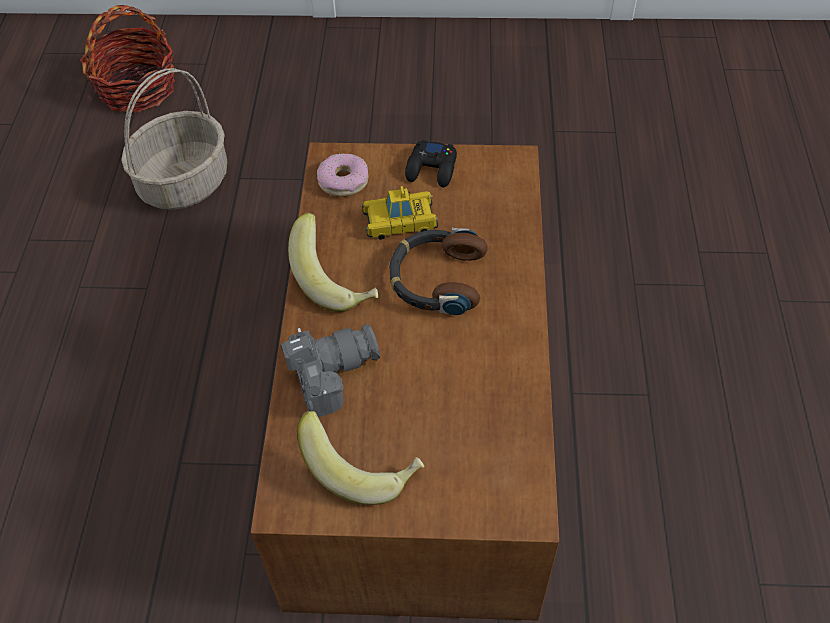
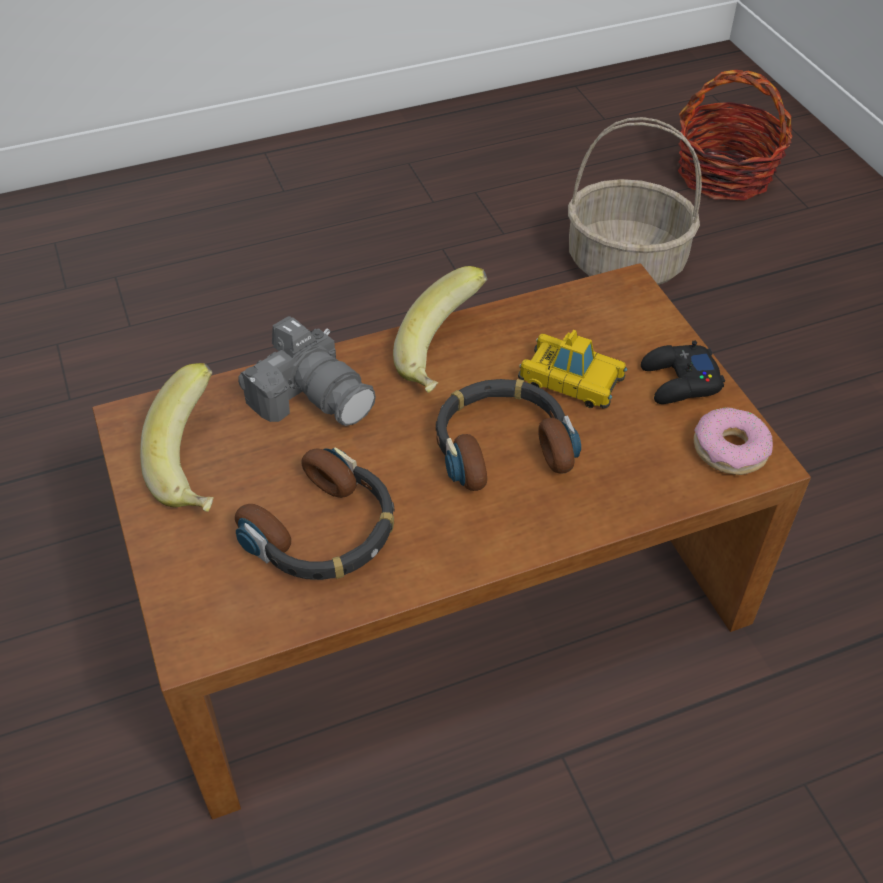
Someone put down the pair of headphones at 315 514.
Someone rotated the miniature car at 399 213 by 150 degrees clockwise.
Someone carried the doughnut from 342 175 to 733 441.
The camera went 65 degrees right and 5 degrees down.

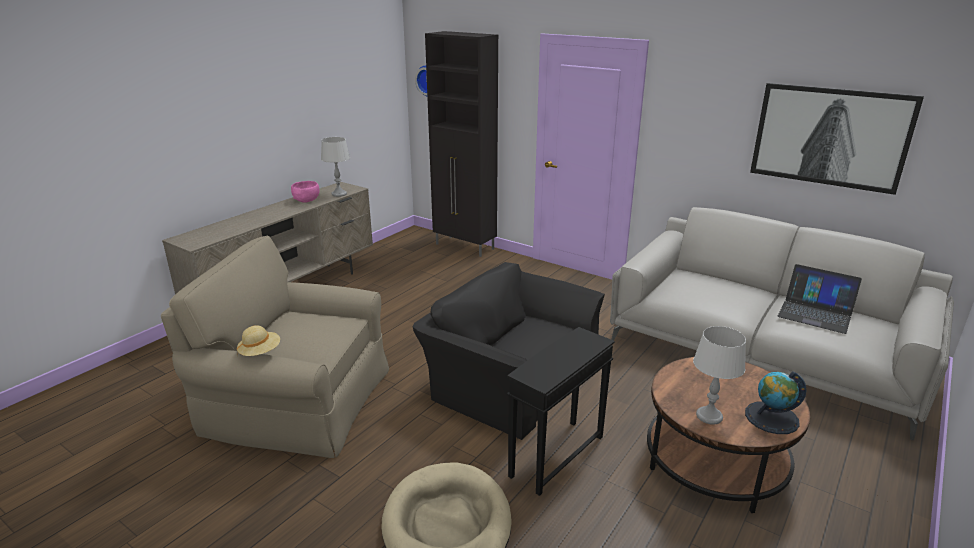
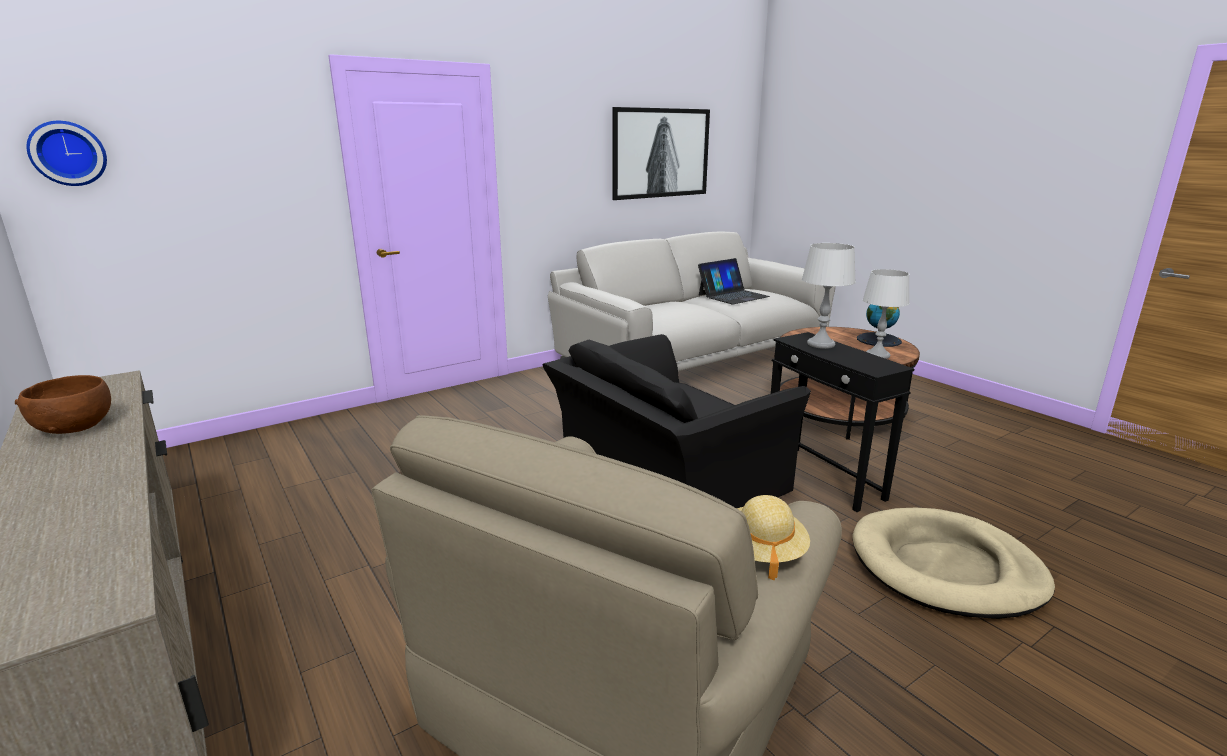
Someone repainted the serving bowl (pinkish) at 305 192, which became the serving bowl (brown) at 63 404.
Someone carried the table lamp (grey) from 335 167 to 829 296.
Someone took away the cabinet (blackish) at 461 144.
The camera went 70 degrees left and 5 degrees down.

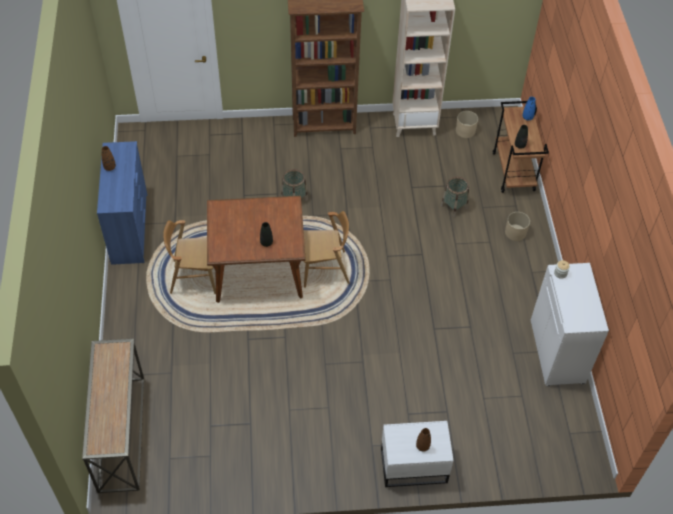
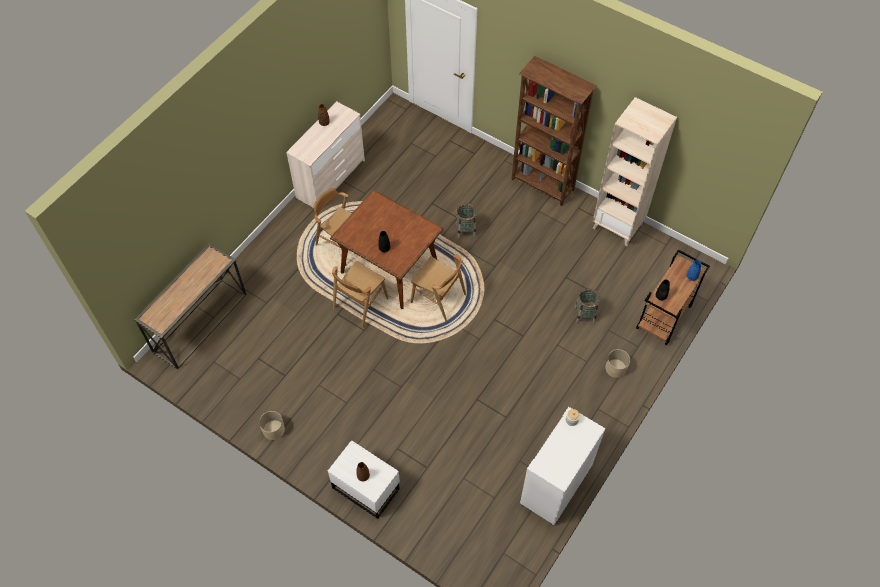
Someone carried the plant pot (beige) from 467 124 to 272 425.
Someone repainted the drawer chest (blue) at 122 203, which became the drawer chest (beige) at 325 154.
Someone put down the upright chair (brown) at 360 294.
The camera went 40 degrees right and 5 degrees up.

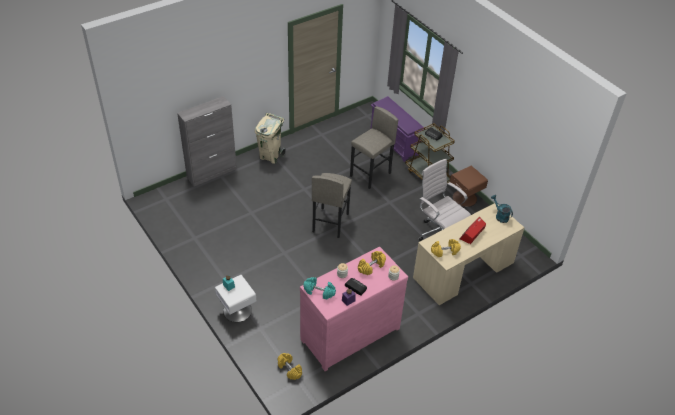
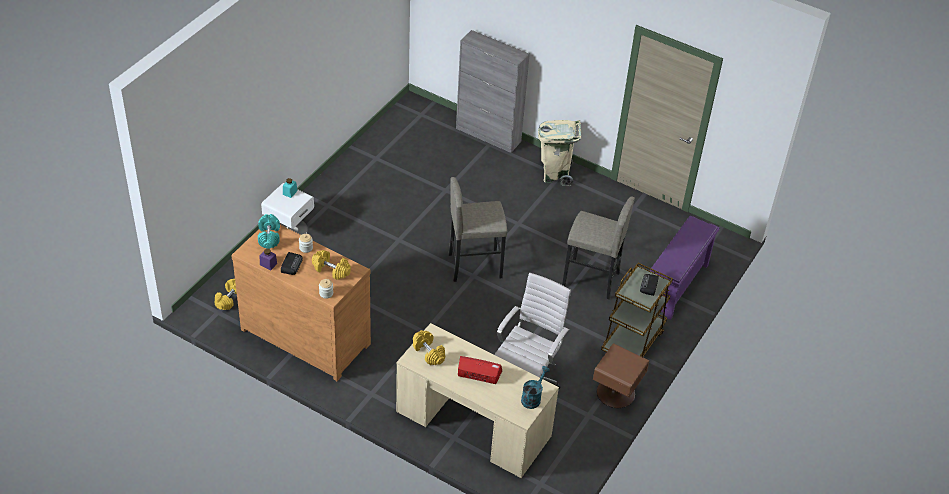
Someone repainted the drawer chest (pinkish) at 354 308, which became the drawer chest (brown) at 301 303.
The camera went 65 degrees right and 0 degrees up.

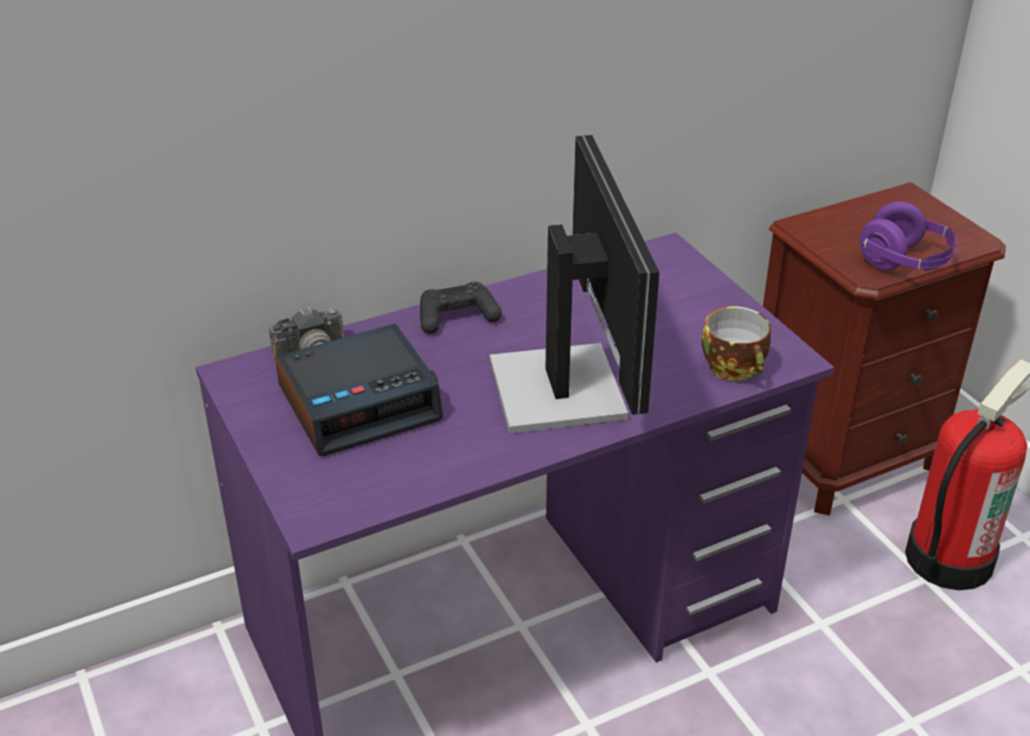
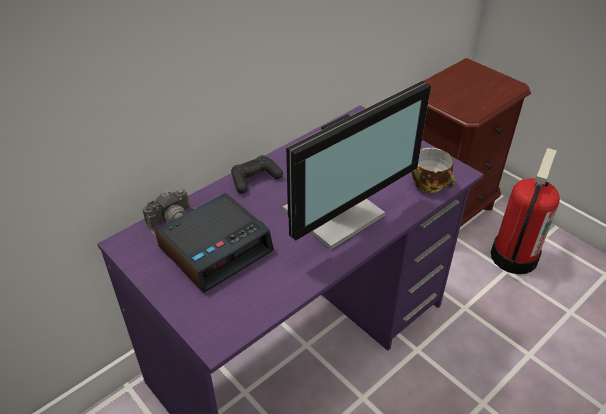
Someone rotated the computer display at 574 284 by 75 degrees clockwise.
Someone took away the pair of headphones (purple) at 909 236.
The camera went 15 degrees left and 5 degrees up.

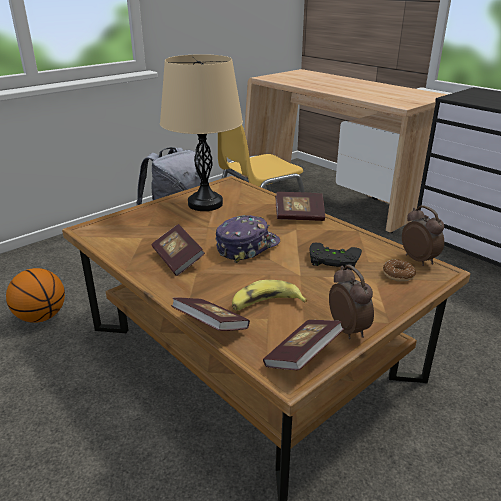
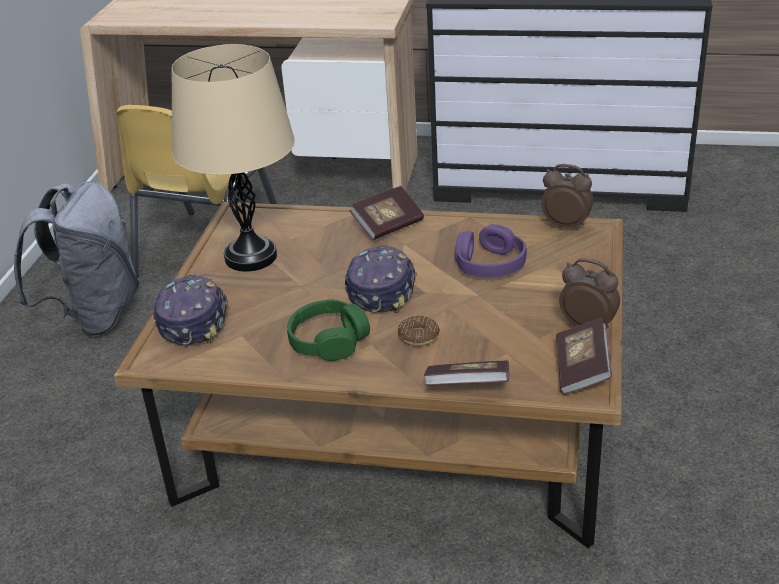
Someone put down the peaked cap at 190 310.
Someone swapped the volume at 178 250 for the pair of headphones (greenish) at 328 330.
Someone carried the doughnut from 399 271 to 419 331.
Someone swapped the game controller (blackish) at 335 257 for the pair of headphones (purple) at 491 251.
Someone took away the basketball ball at 35 295.
Someone took away the banana fruit at 269 295.
The camera went 35 degrees left and 5 degrees up.

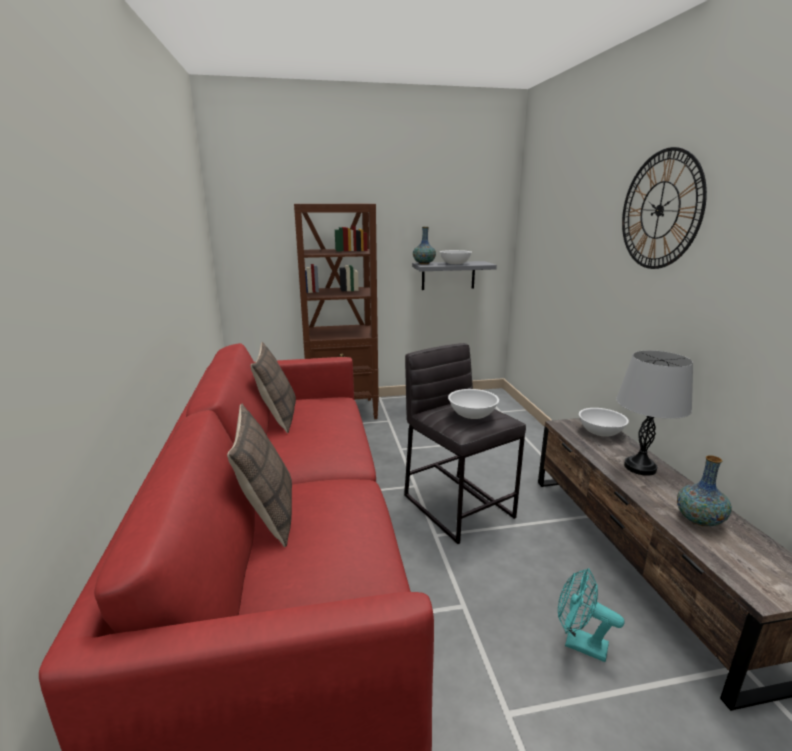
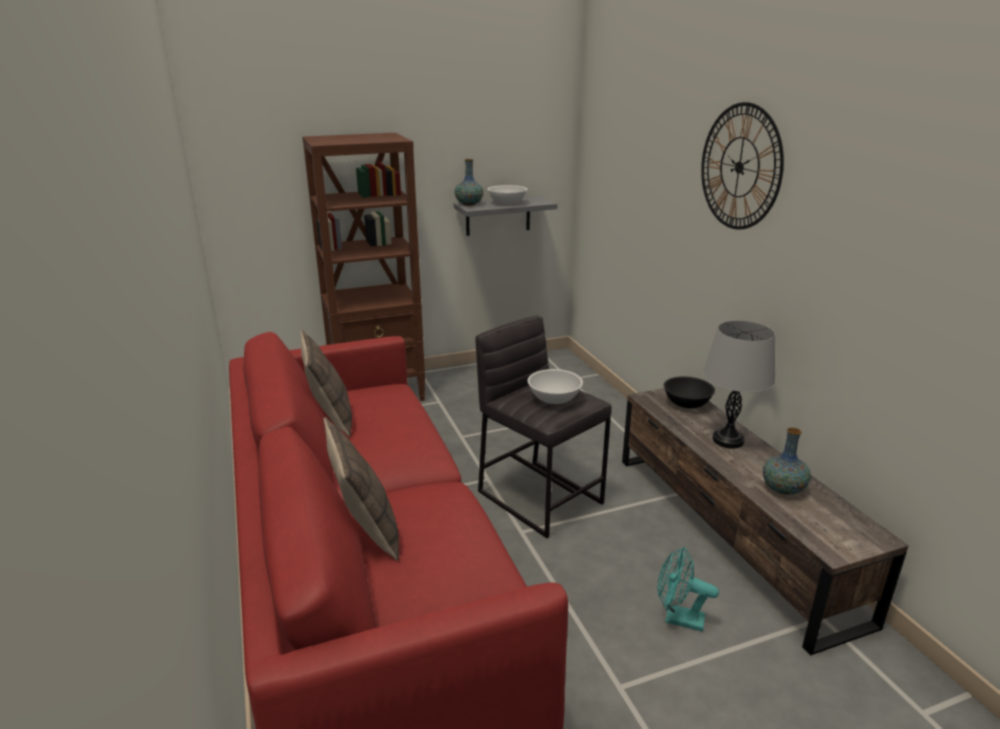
Someone repainted the serving bowl (white) at 604 422, which became the serving bowl (blackish) at 689 392.
The camera went 10 degrees left and 5 degrees up.

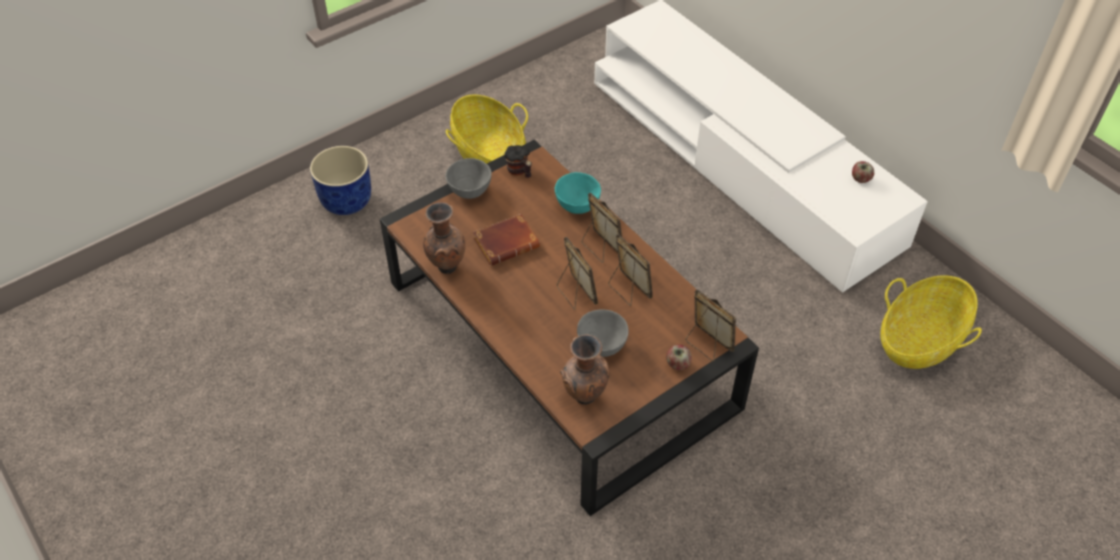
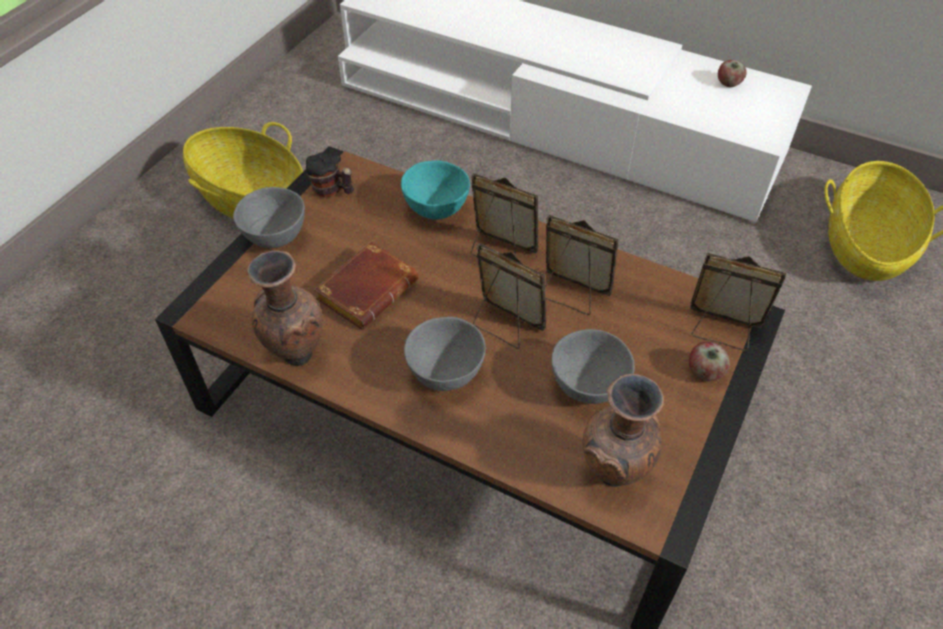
Someone put down the serving bowl (grey) at 445 354.
Someone took away the plant pot (blue) at 340 180.
The camera went 25 degrees left and 0 degrees up.

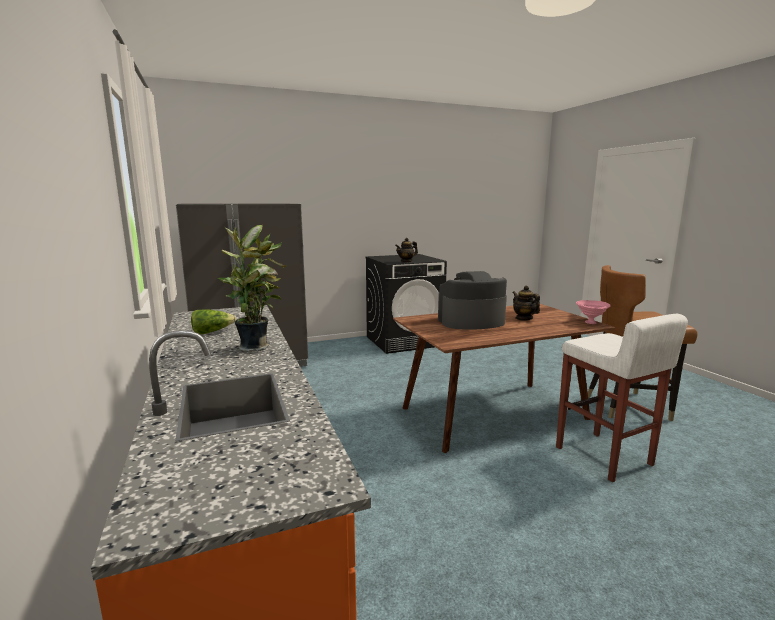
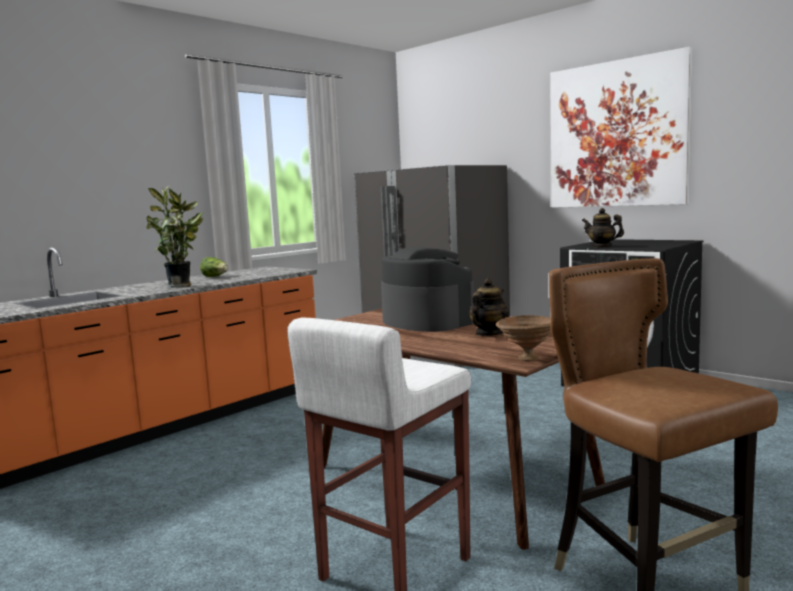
Someone repainted the serving bowl (pinkish) at 593 312, which became the serving bowl (brown) at 523 338.
Someone put up the wall art at 621 127.
The camera went 65 degrees right and 5 degrees down.

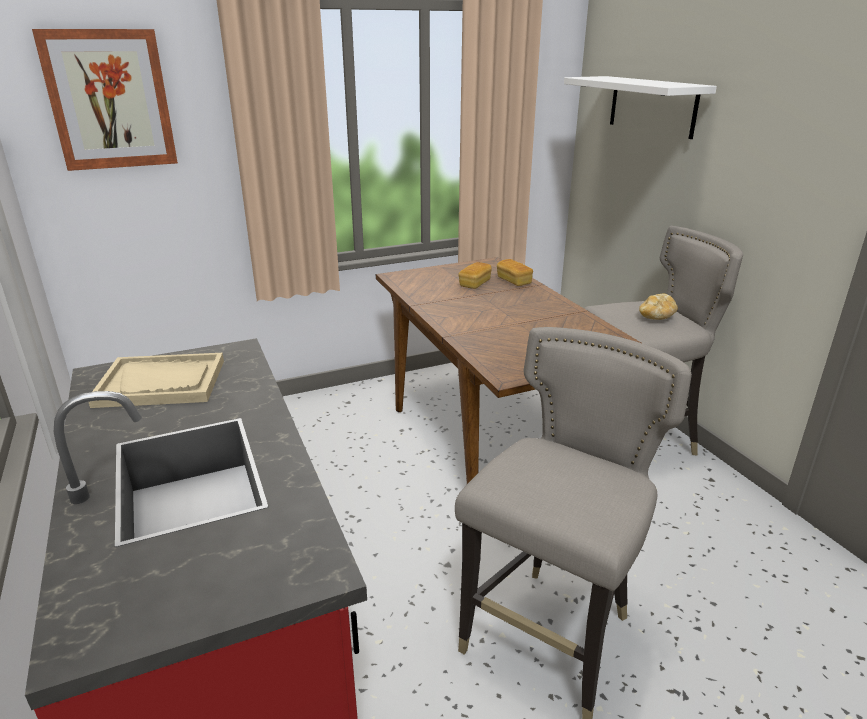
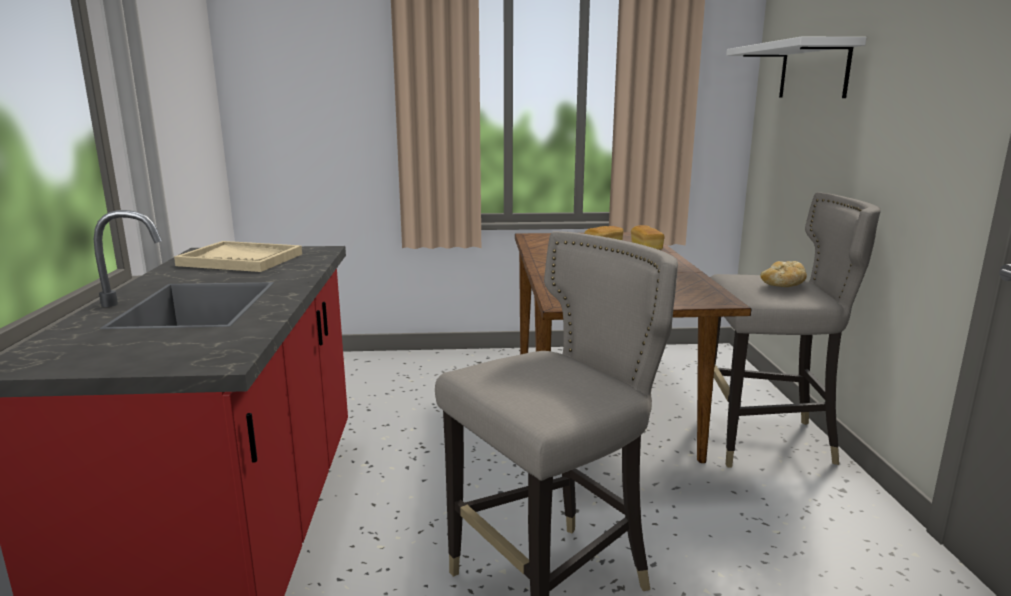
Someone took away the wall art at 105 100.
The camera went 20 degrees right and 10 degrees down.

